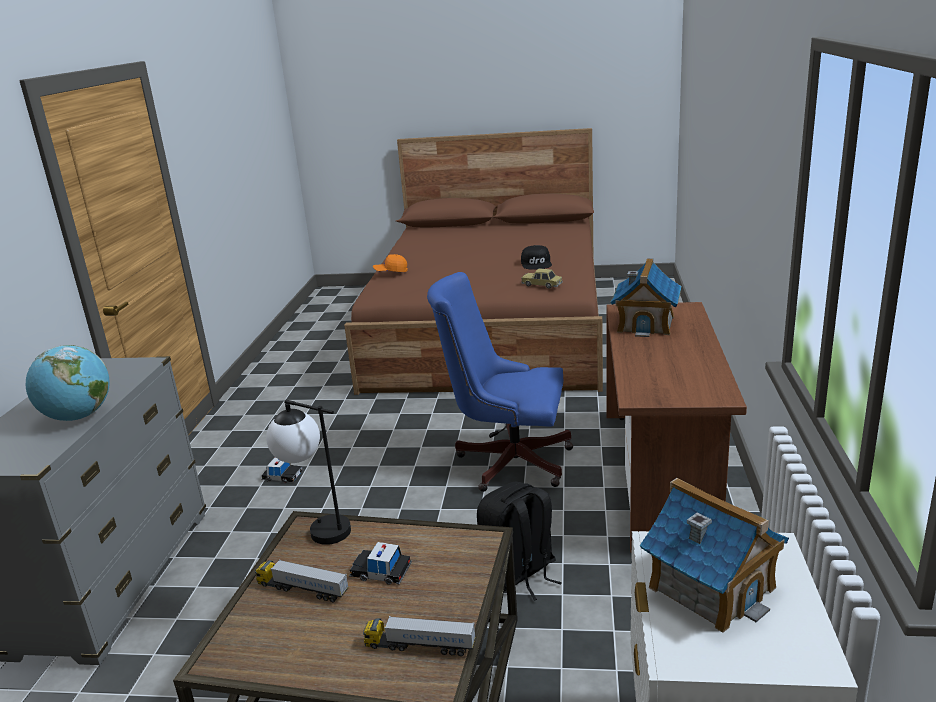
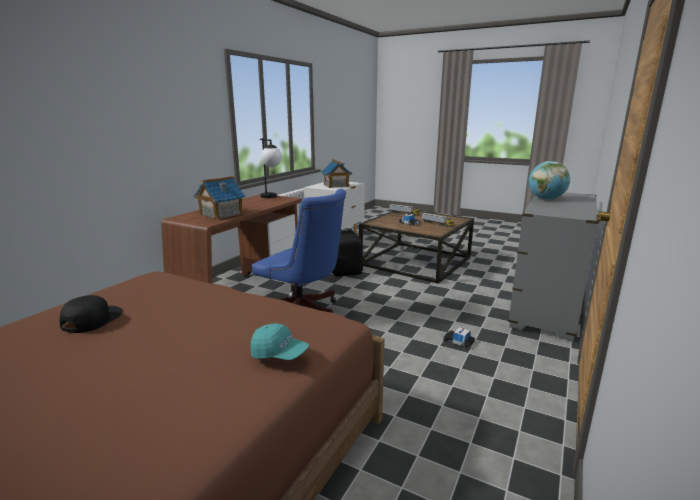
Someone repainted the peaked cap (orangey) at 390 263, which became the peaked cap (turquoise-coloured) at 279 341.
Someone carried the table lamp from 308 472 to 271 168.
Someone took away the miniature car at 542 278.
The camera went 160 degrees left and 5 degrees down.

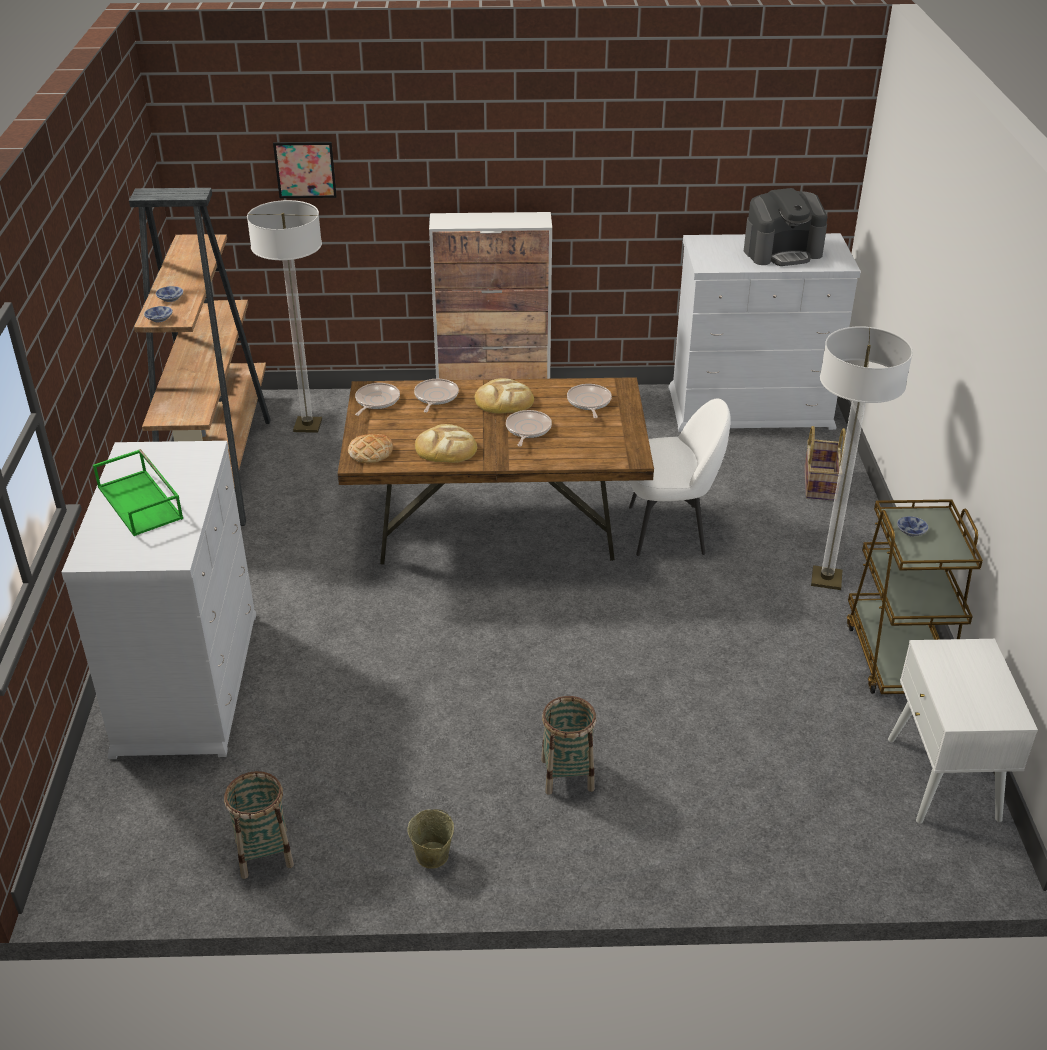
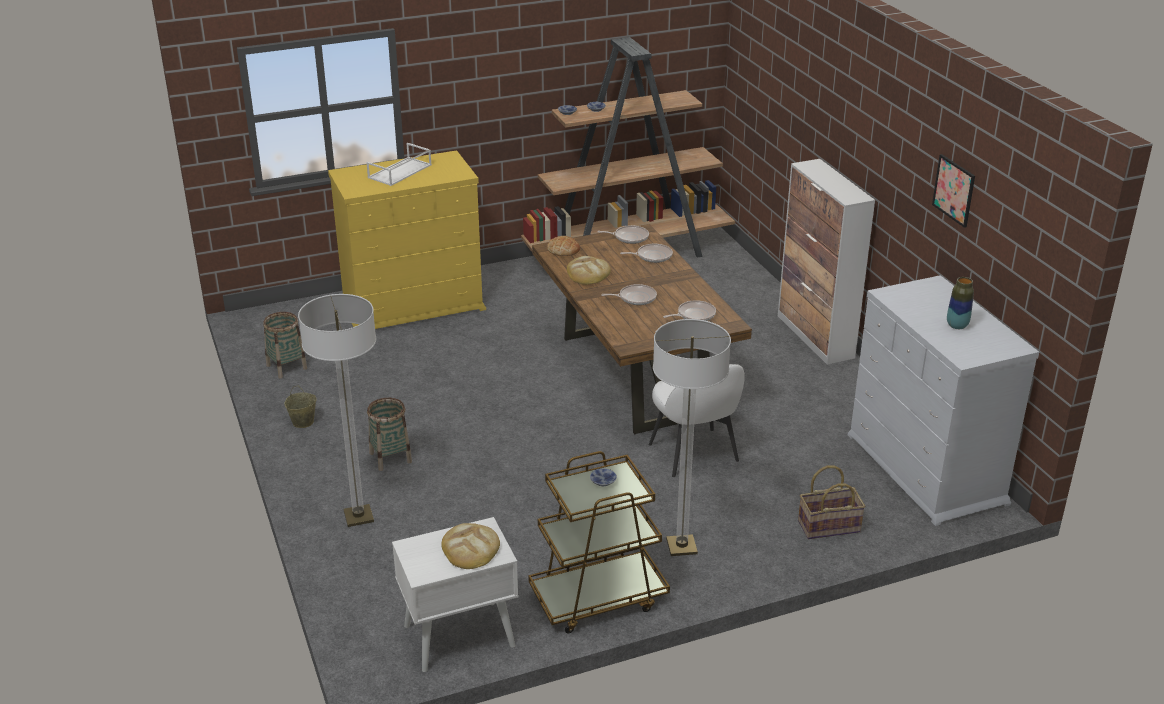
Someone carried the floor lamp from 284 316 to 337 410.
Someone repainted the drawer chest (white) at 158 600, which became the drawer chest (yellow) at 407 239.
Someone repainted the tray (greenish) at 138 492, which became the tray (white) at 399 164.
Someone carried the bread from 504 396 to 470 546.
Someone carried the wall art from 305 170 to 953 191.
Someone swapped the coffee machine at 785 227 for the vase at 960 303.
The camera went 70 degrees right and 5 degrees down.

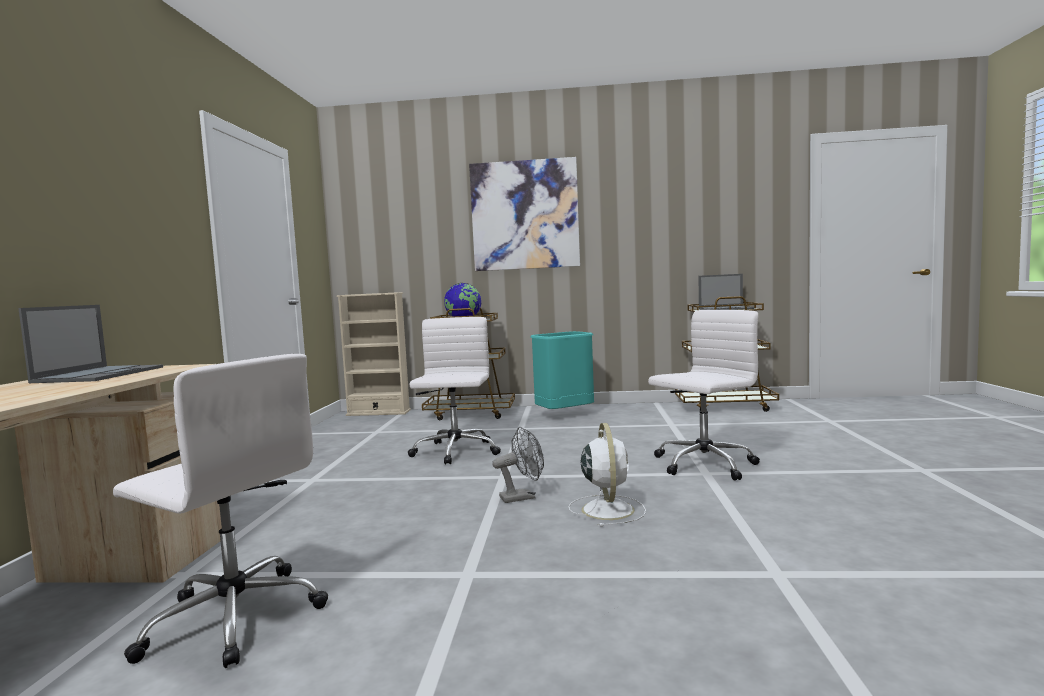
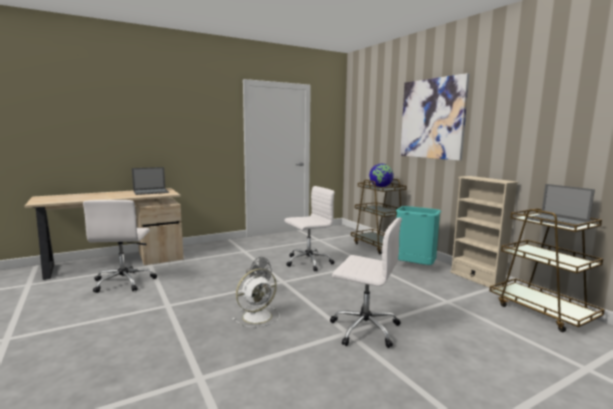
Someone carried the bookshelf (beige) from 374 354 to 484 232.
The camera went 55 degrees right and 5 degrees up.

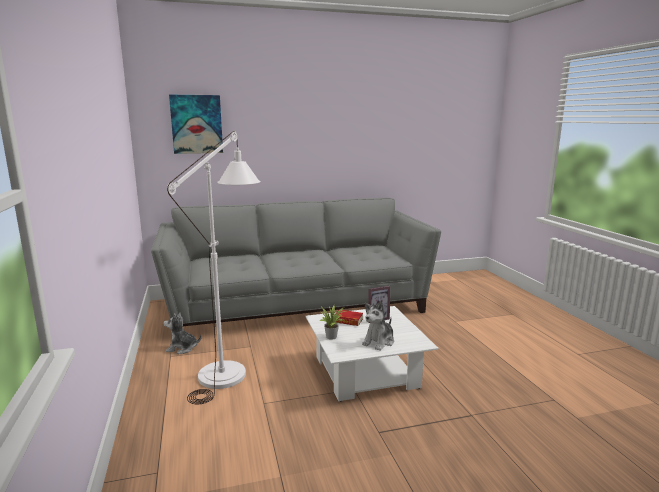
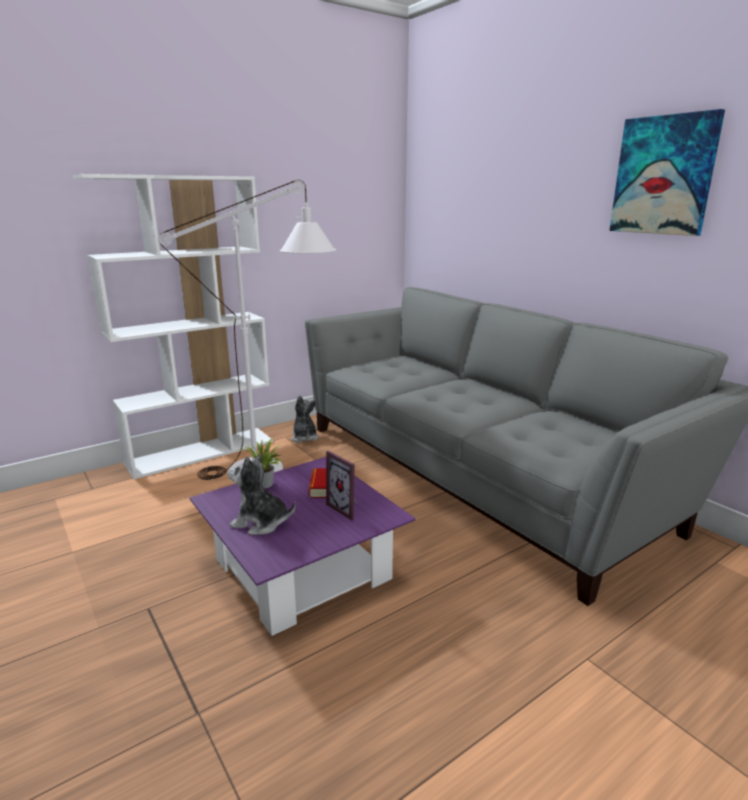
Someone put down the bookshelf (white) at 173 326.
Someone repainted the low table (white) at 372 354, which became the low table (purple) at 303 546.
Someone carried the wall art from 196 124 to 667 172.
The camera went 70 degrees right and 5 degrees up.

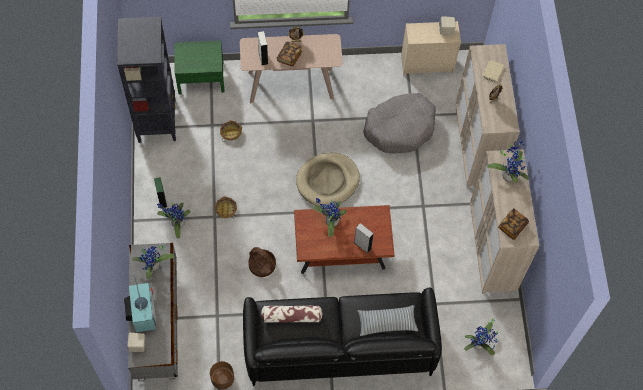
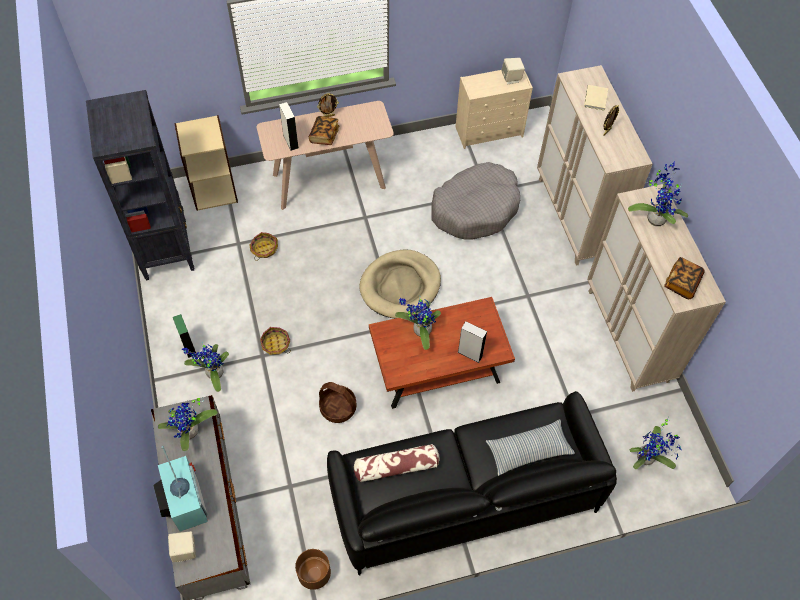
Someone swapped the nightstand (greenish) at 199 68 for the bookshelf (beige) at 206 163.
The camera went 10 degrees left and 5 degrees down.

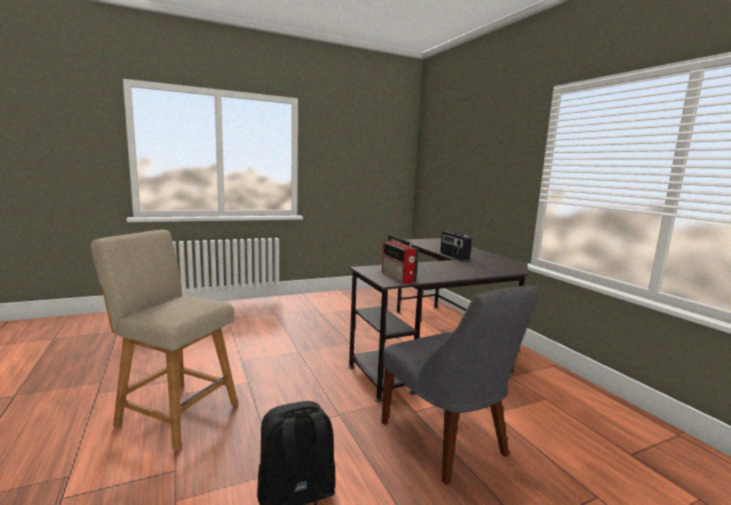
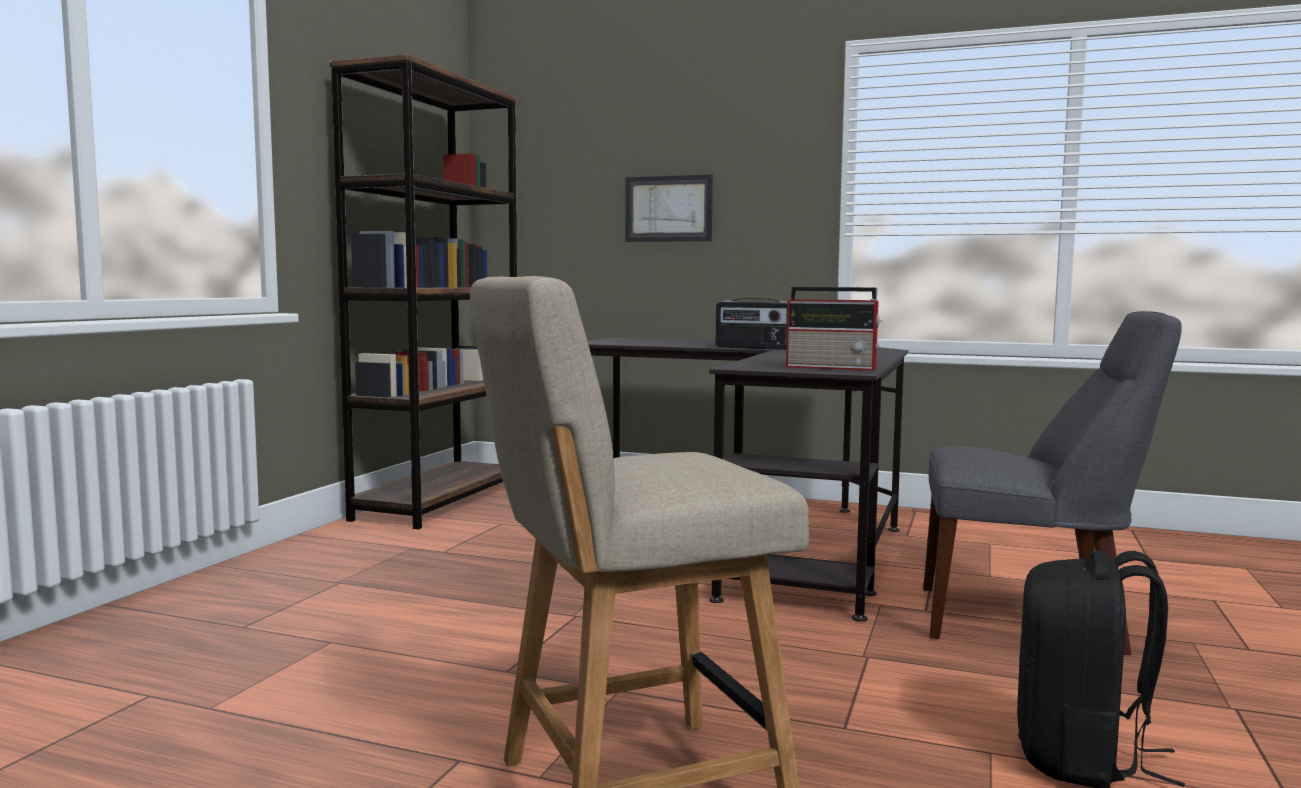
Someone put down the bookshelf (brown) at 423 291.
Someone put up the wall art at 669 208.
The camera went 45 degrees left and 5 degrees down.

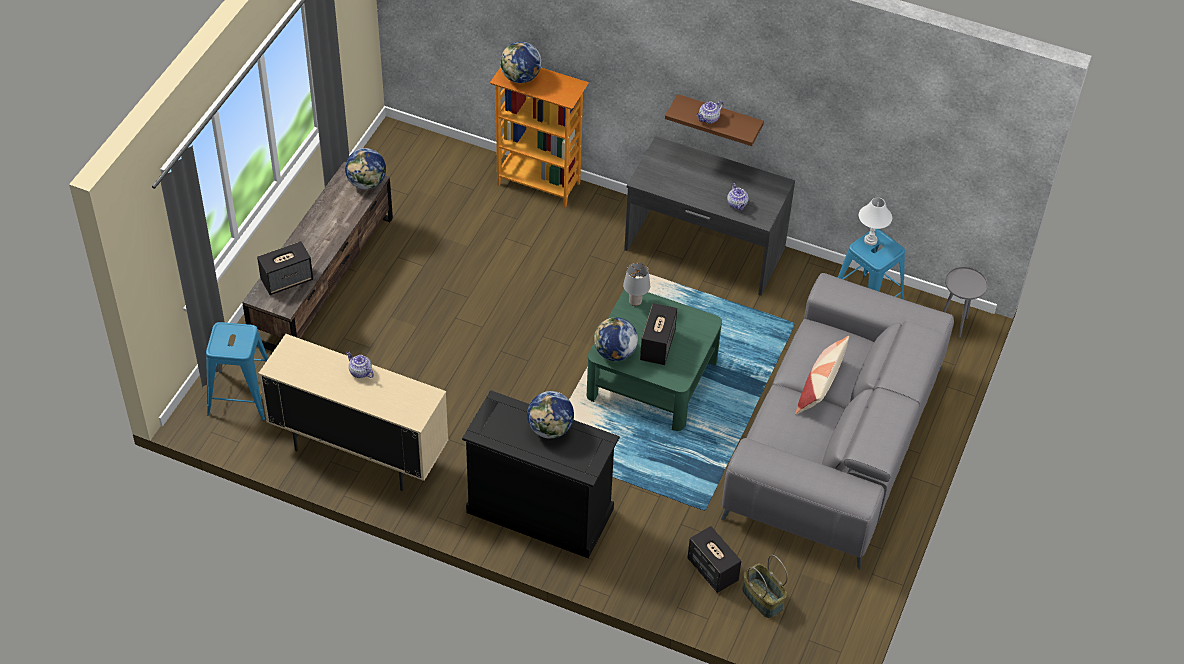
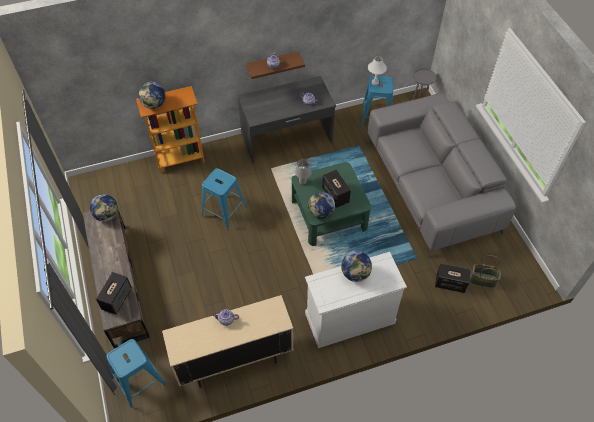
Someone put down the stool seat (blue) at 224 199.
Someone repainted the drawer chest (blackish) at 541 474, which became the drawer chest (white) at 356 300.
Someone took away the pillow at 822 375.
The camera went 40 degrees left and 5 degrees up.

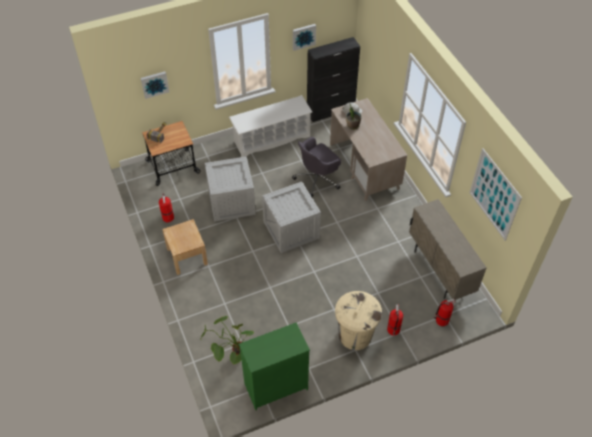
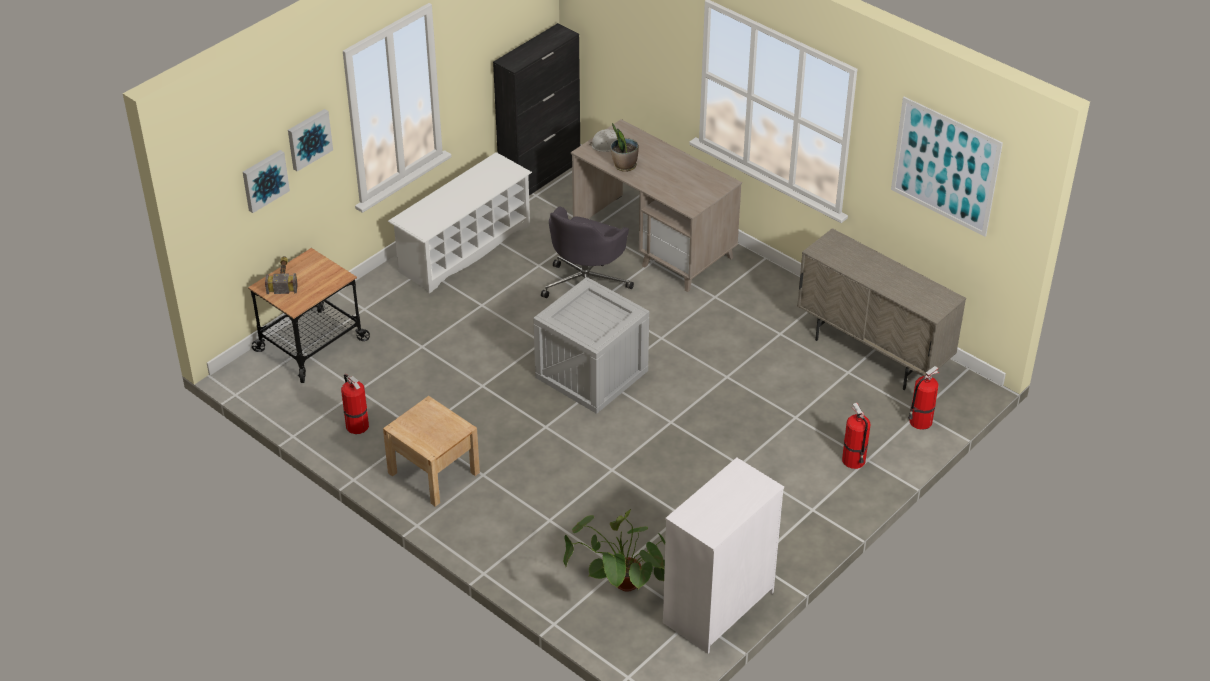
Someone carried the wall art from 304 37 to 310 140.
Someone repainted the drawer chest (greenish) at 274 366, which became the drawer chest (white) at 723 555.
Someone took away the packing crate at 230 189.
Someone took away the trash can (beige) at 358 320.
The camera went 25 degrees left and 10 degrees down.

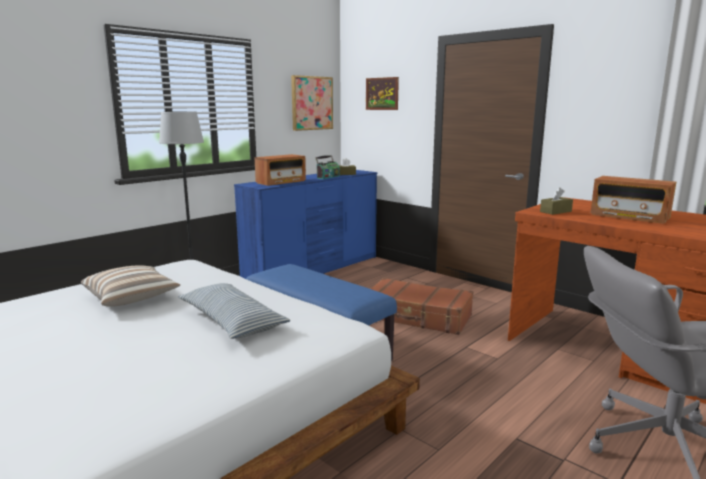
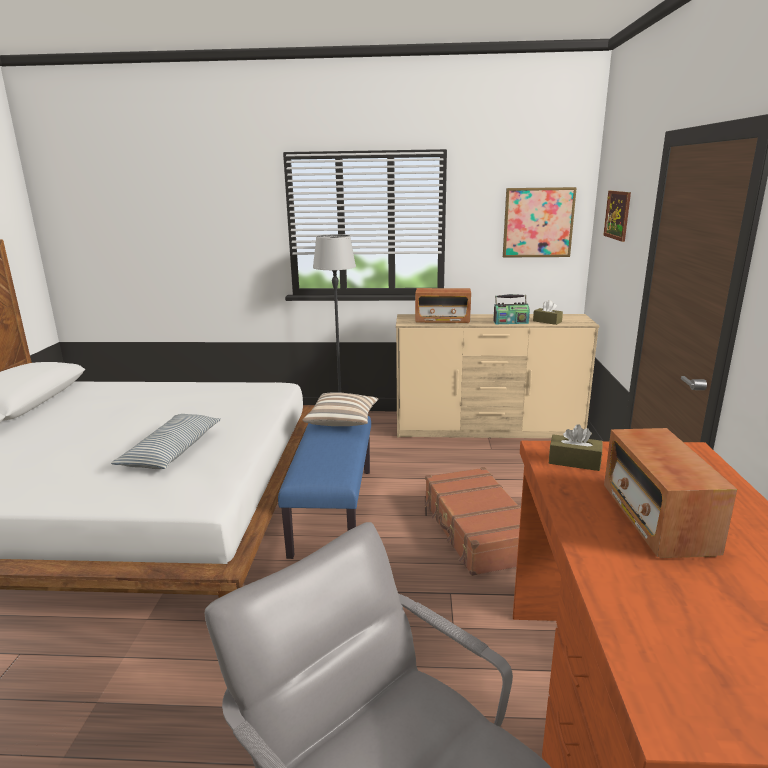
Someone carried the pillow from 130 286 to 340 409.
Someone repainted the drawer chest (blue) at 305 224, which became the drawer chest (beige) at 497 376.
The camera went 50 degrees right and 5 degrees up.

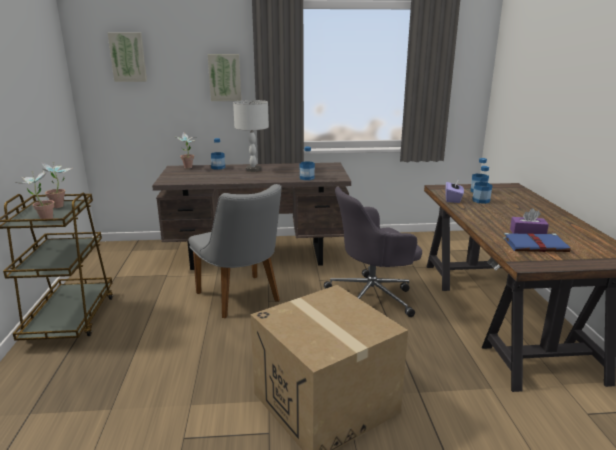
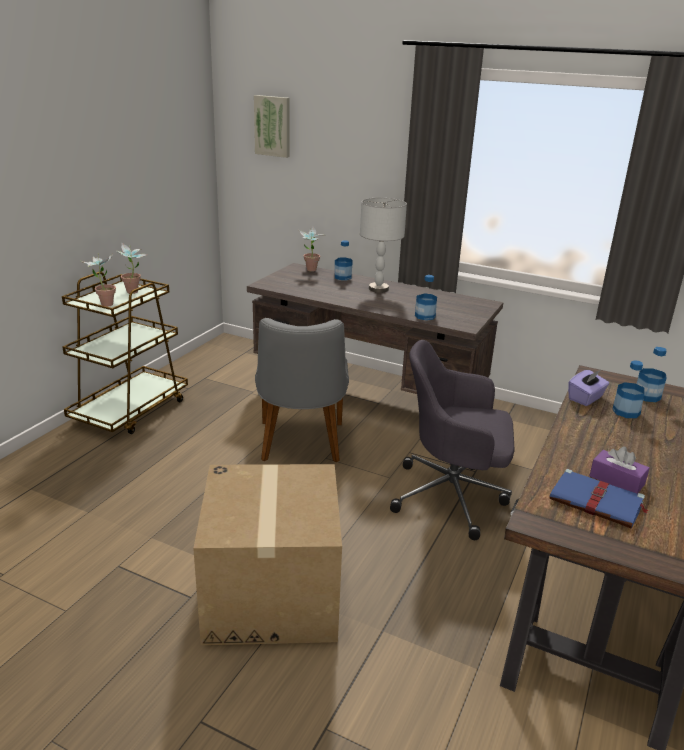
Someone took away the wall art at 224 77.
The camera went 30 degrees right and 5 degrees up.

